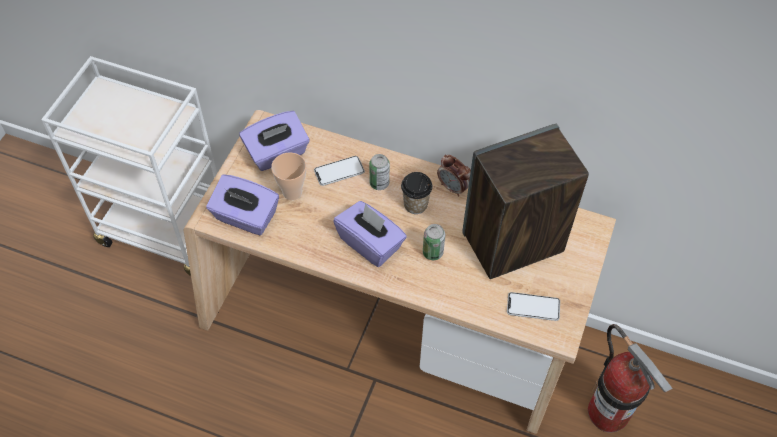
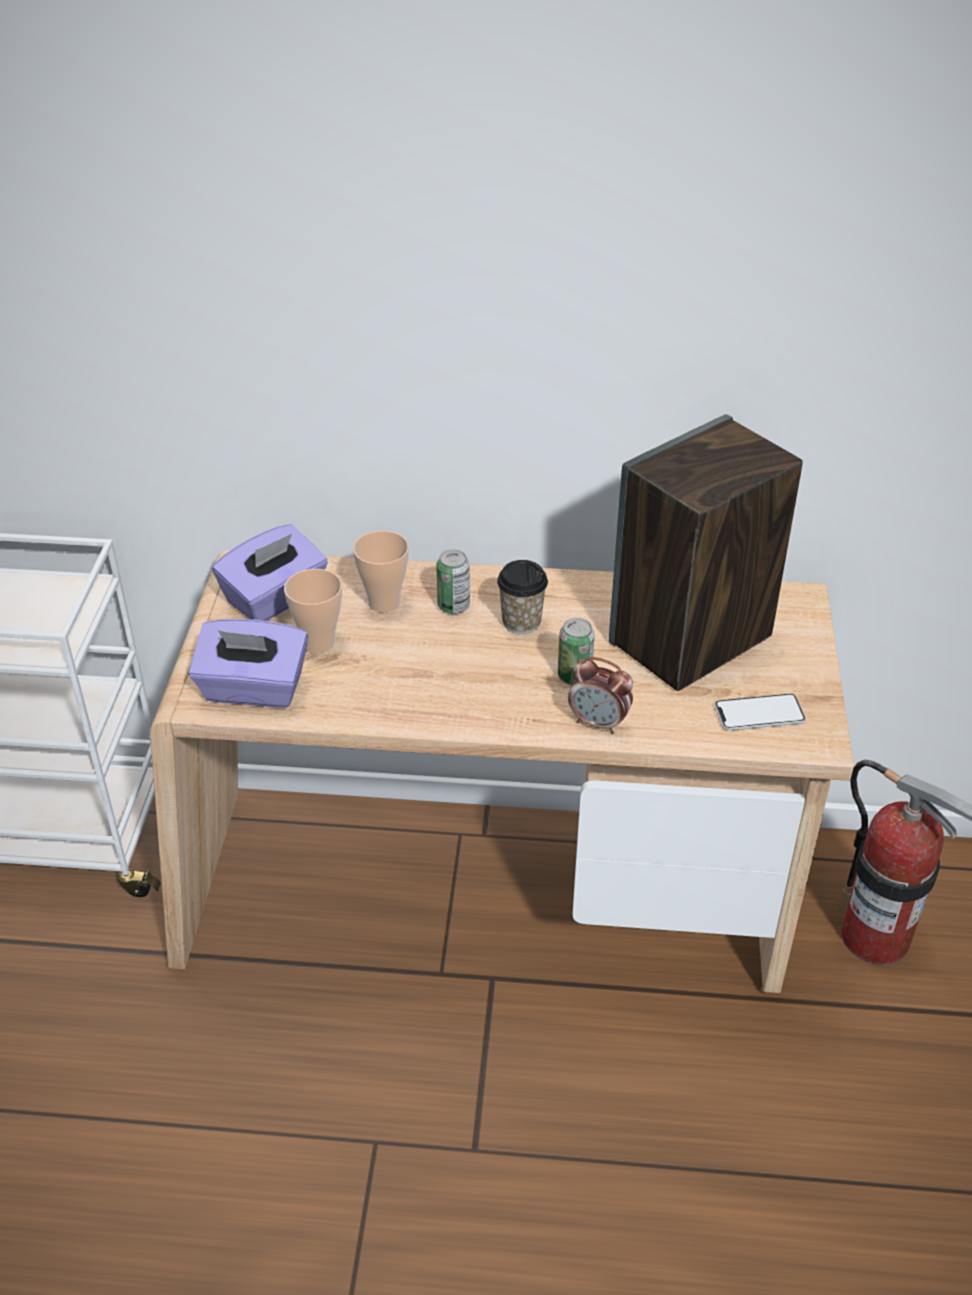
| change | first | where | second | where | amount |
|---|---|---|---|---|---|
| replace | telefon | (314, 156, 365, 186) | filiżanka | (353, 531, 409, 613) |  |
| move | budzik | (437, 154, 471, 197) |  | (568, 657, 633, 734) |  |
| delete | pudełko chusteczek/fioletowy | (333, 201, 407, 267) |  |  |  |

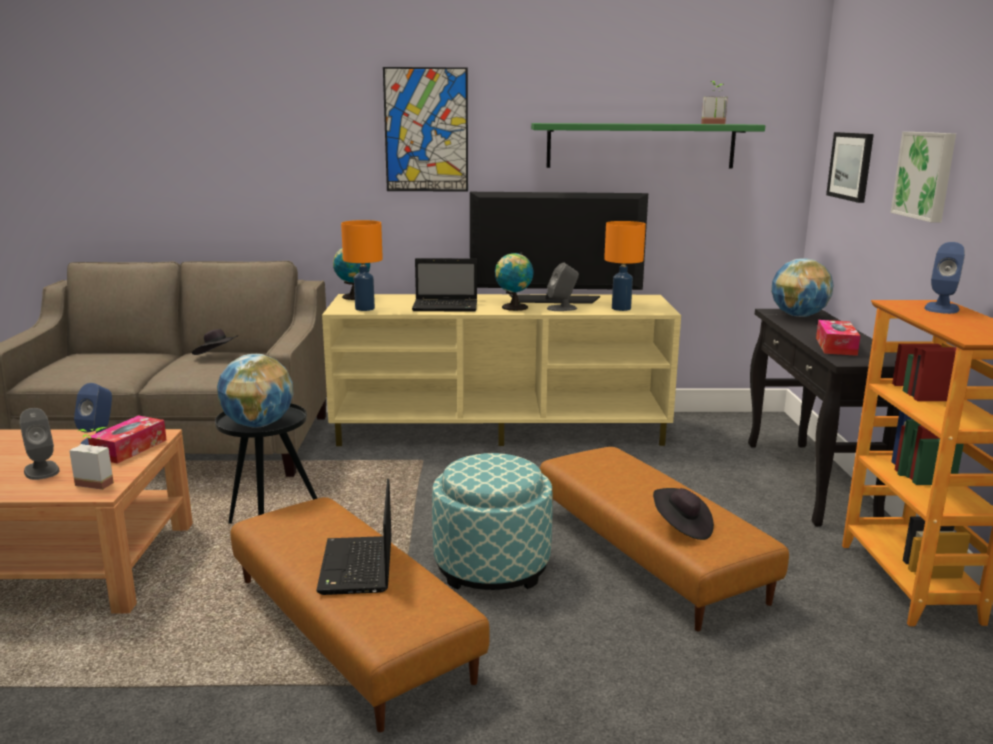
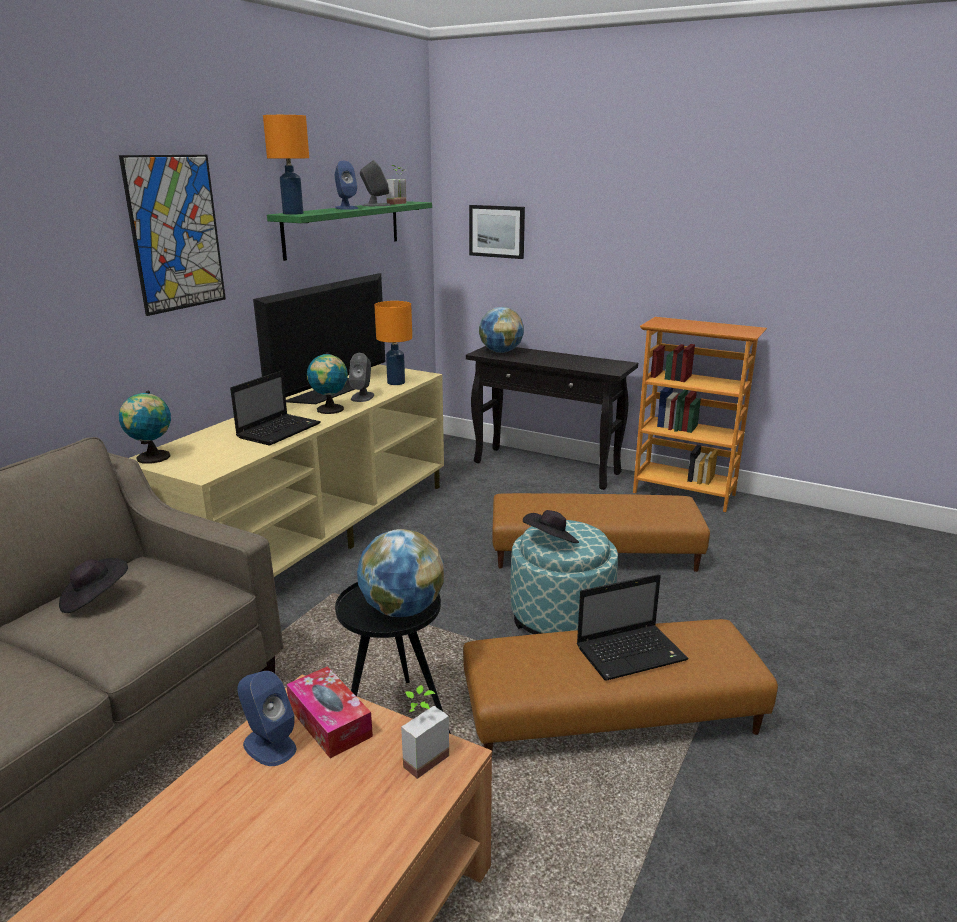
| change | first | where | second | where | amount |
|---|---|---|---|---|---|
| move | lampa stołowa/pomarańczowy | (341, 220, 383, 311) |  | (263, 115, 309, 215) |  |
| move | głośnik/niebieski | (924, 242, 965, 314) |  | (335, 161, 358, 210) |  |
| move | głośnik/szary | (20, 408, 59, 480) |  | (360, 160, 391, 206) |  |
| move | kapelusz/czarny | (653, 488, 714, 540) |  | (523, 510, 579, 543) |  |
| rotate | laptop | (316, 479, 391, 595) |  | (577, 574, 689, 681) | 45 degrees counterclockwise |
| delete | pudełko chusteczek | (816, 320, 860, 356) |  |  |  |
| delete | obraz | (891, 132, 956, 222) |  |  |  |

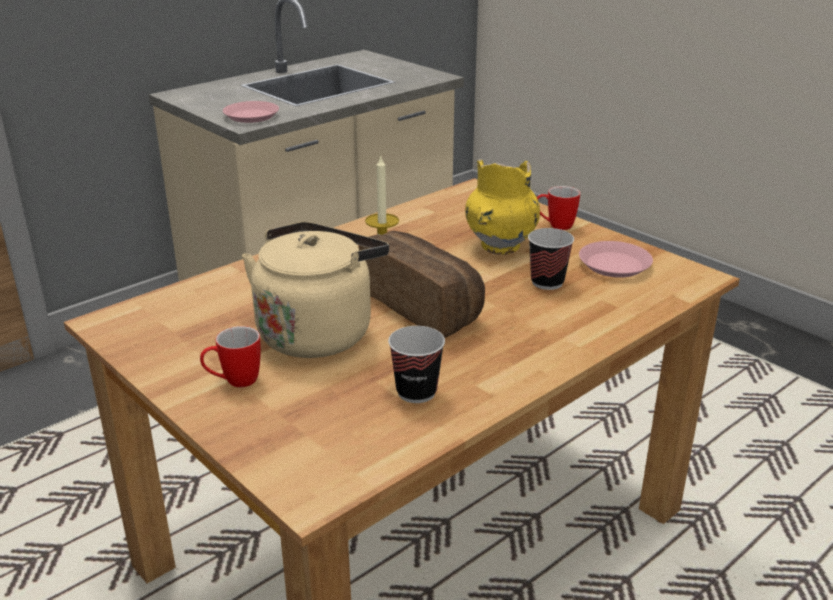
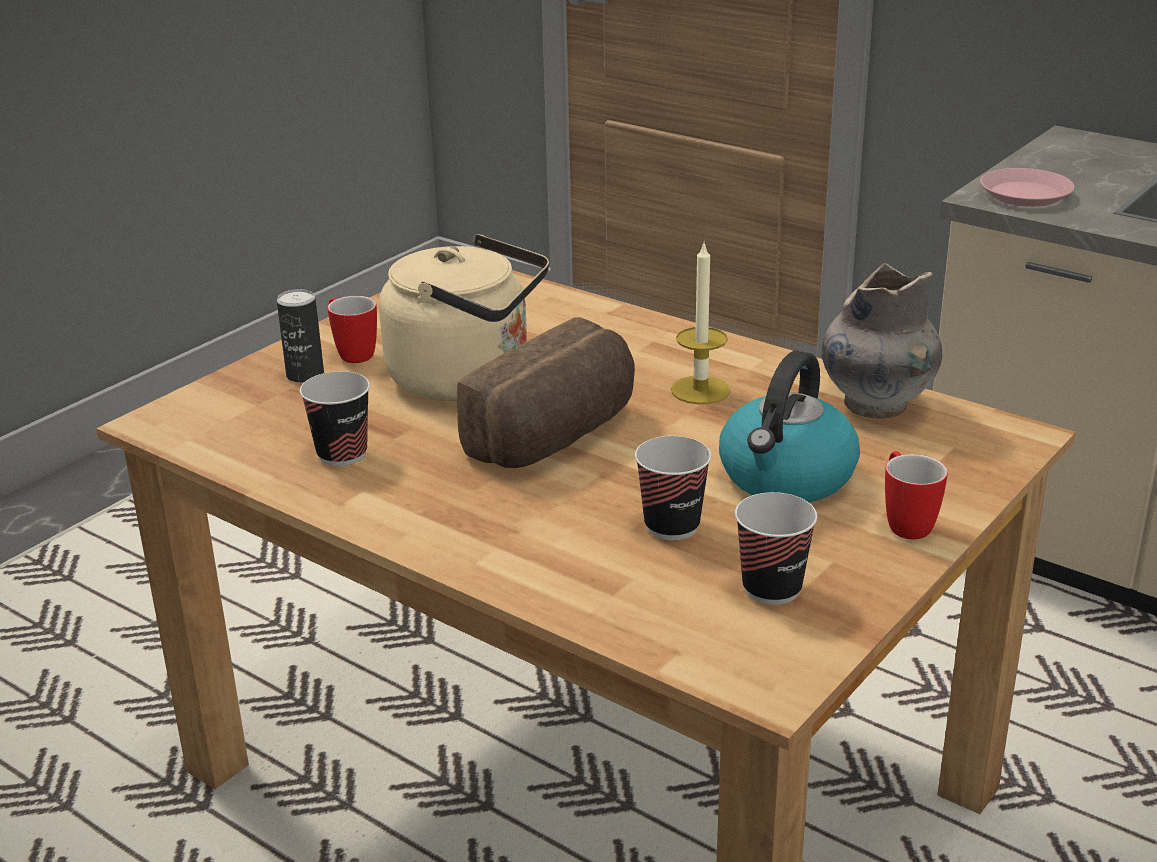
| change | first | where | second | where | amount |
|---|---|---|---|---|---|
| insert |  |  | puszka | (277, 289, 324, 383) |  |
| replace | wazon/żółty | (465, 159, 540, 255) | czajnik | (719, 351, 860, 502) |  |
| replace | talerz/różowy | (579, 241, 653, 278) | filiżanka | (735, 492, 817, 605) |  |
| insert |  |  | wazon/szary | (821, 263, 942, 419) |  |

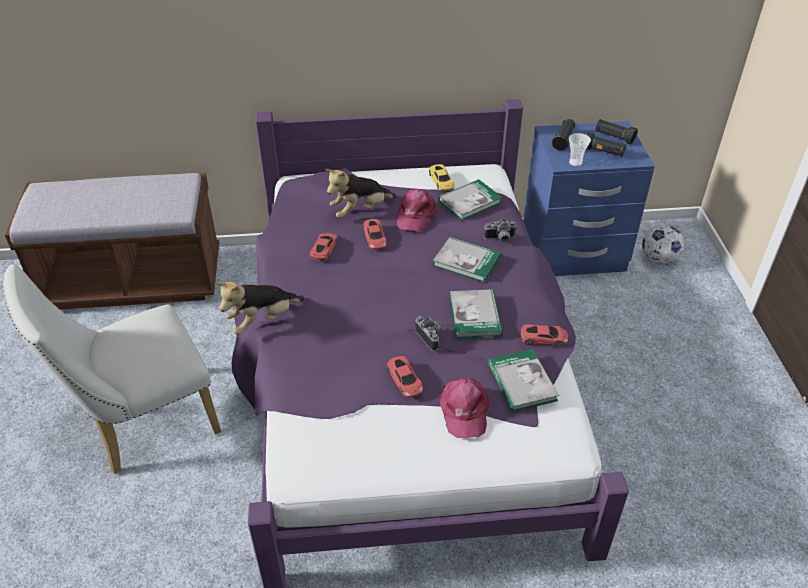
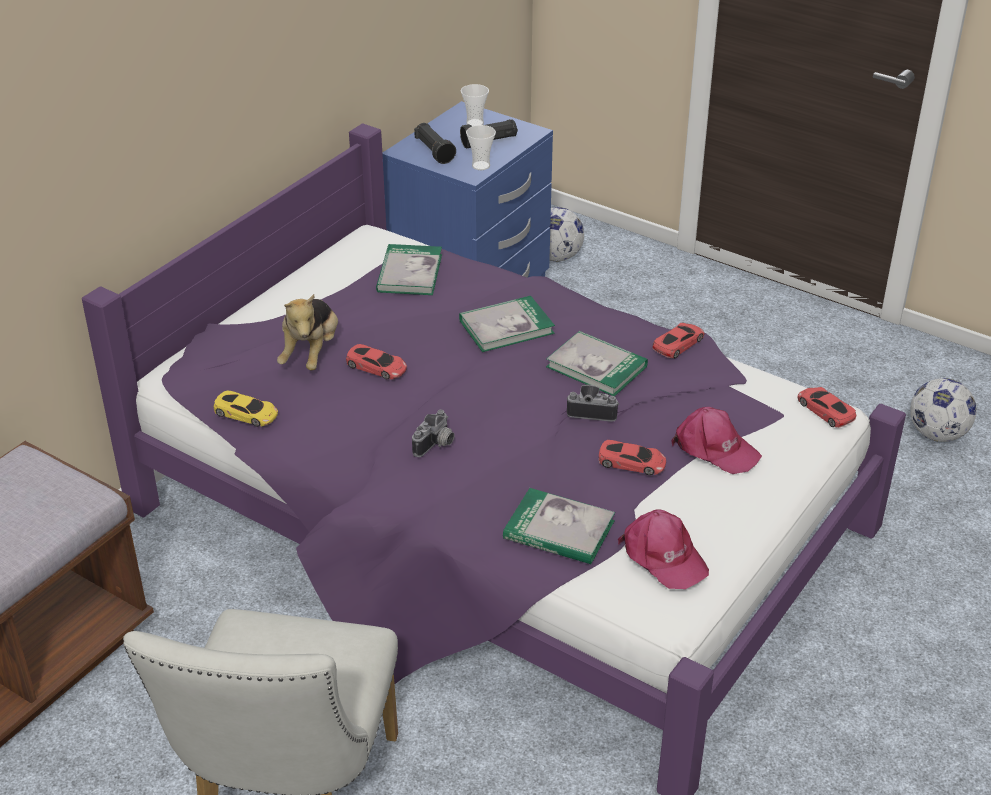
| change | first | where | second | where | amount |
|---|---|---|---|---|---|
| move | samochodzik/żółty | (429, 164, 454, 191) |  | (213, 390, 278, 427) |  |
| move | aparat fotograficzny | (483, 219, 517, 242) |  | (412, 410, 455, 457) |  |
| replace | latarka/czarny | (595, 119, 638, 145) | filiżanka | (461, 84, 489, 126) |  |
| move | książka | (488, 349, 559, 412) |  | (503, 488, 615, 564) |  |
| move | czapka z daszkiem/różowy | (397, 189, 436, 231) |  | (618, 509, 709, 589) |  |
| move | samochodzik/czerwony | (310, 233, 338, 261) |  | (798, 387, 857, 428) |  |
| insert |  |  | piłka futbolowa | (910, 378, 977, 442) |  |
| delete | pluszak | (216, 282, 304, 335) |  |  |  |

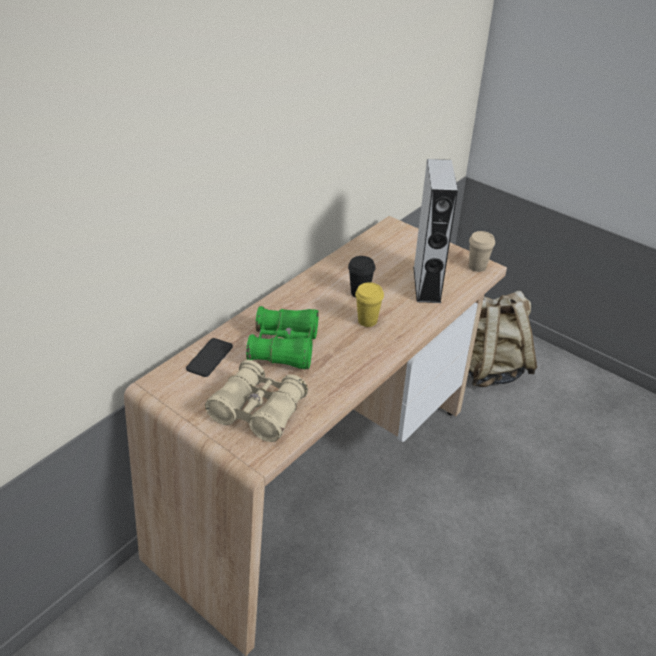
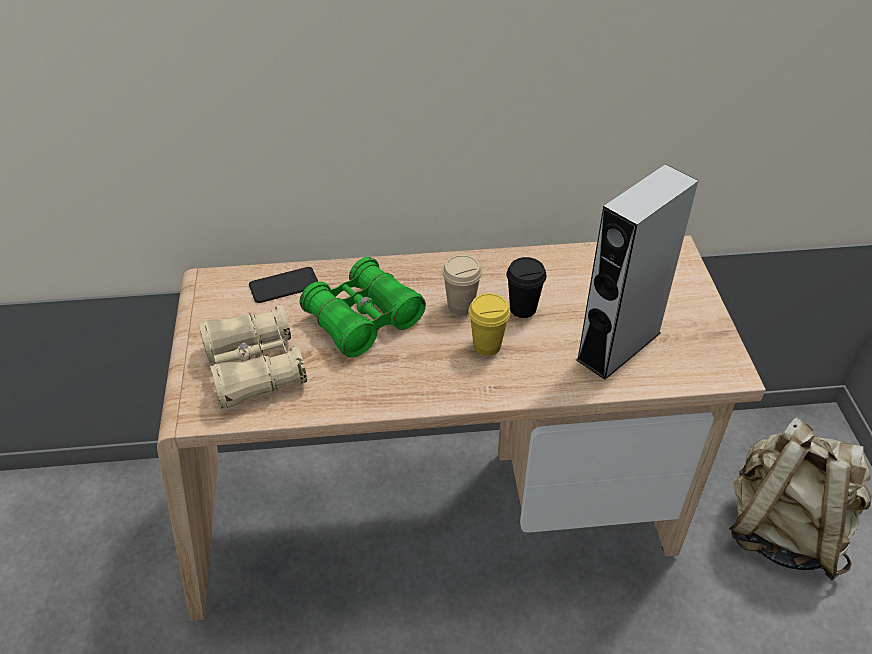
| change | first | where | second | where | amount |
|---|---|---|---|---|---|
| move | filiżanka/beżowy | (469, 231, 495, 272) |  | (442, 255, 482, 315) |  |

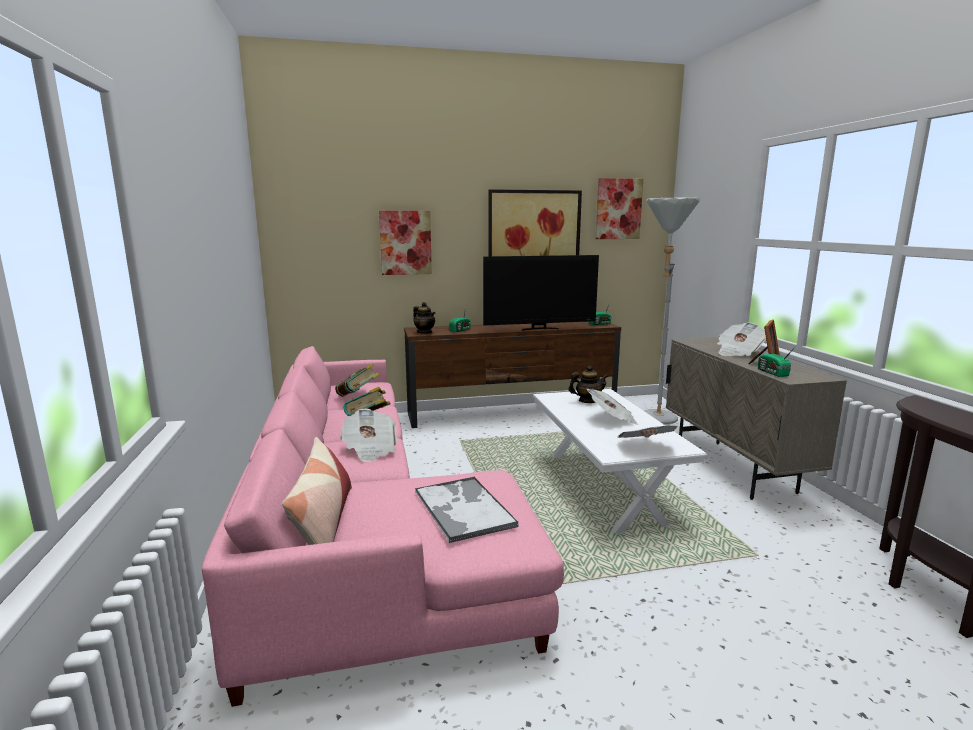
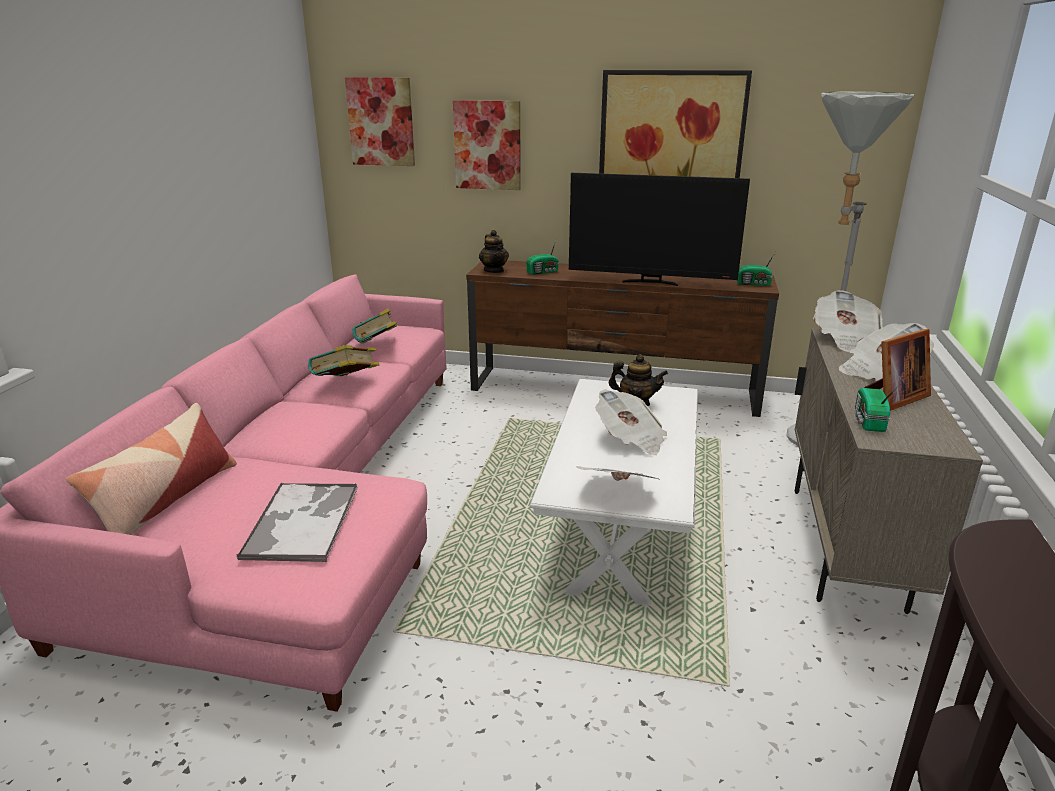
| change | first | where | second | where | amount |
|---|---|---|---|---|---|
| move | obraz | (596, 178, 643, 239) |  | (345, 77, 415, 166) |  |
| move | gazeta | (340, 409, 397, 462) |  | (813, 290, 883, 352) |  |

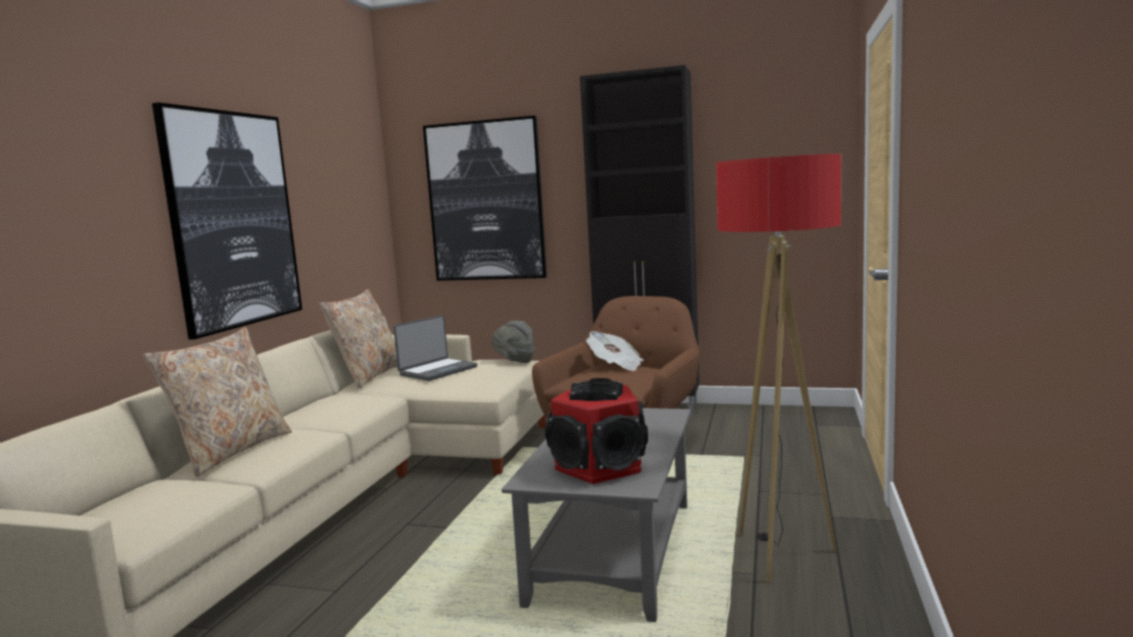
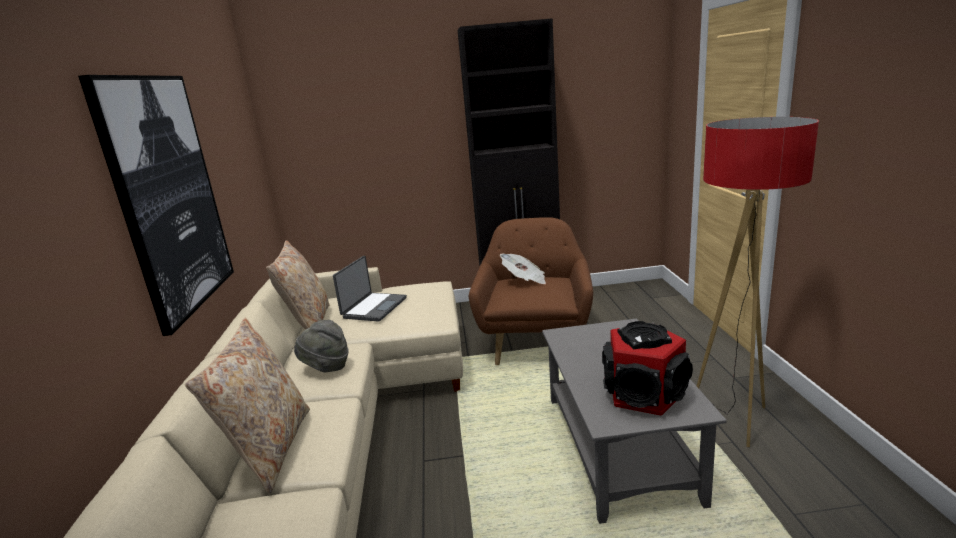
| change | first | where | second | where | amount |
|---|---|---|---|---|---|
| move | kapelusz/szary | (491, 321, 535, 363) |  | (294, 320, 349, 372) |  |
| delete | obraz | (423, 116, 547, 281) |  |  |  |

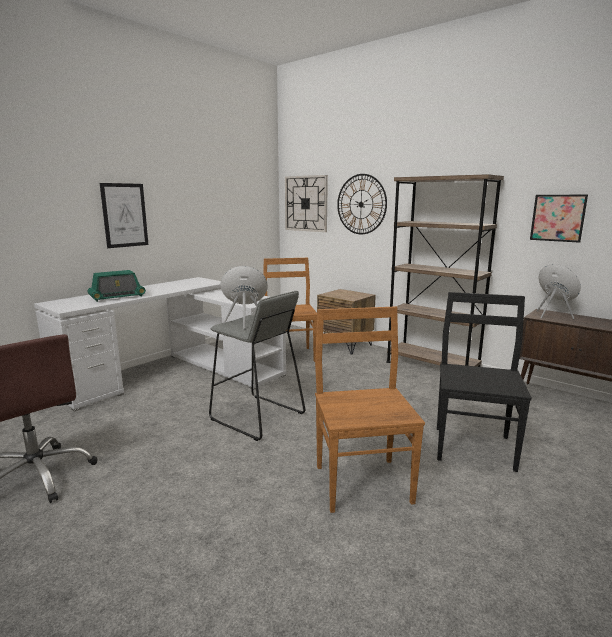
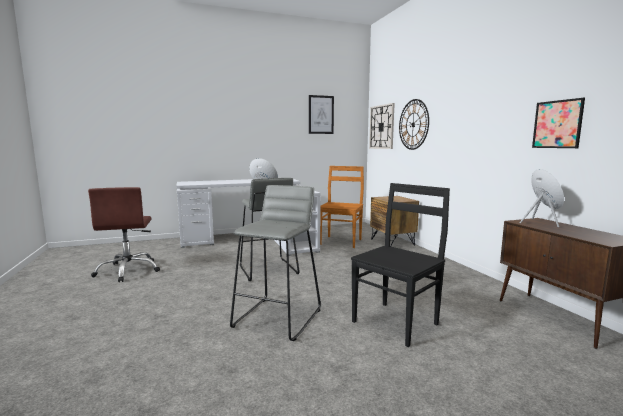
| change | first | where | second | where | amount |
|---|---|---|---|---|---|
| replace | krzesło/brązowy | (315, 306, 425, 513) | stołek/szary | (230, 185, 321, 341) |  |
| move | obraz | (100, 183, 148, 248) |  | (309, 95, 334, 134) |  |
| delete | radio | (88, 270, 146, 302) |  |  |  |
| delete | regał/brązowy | (386, 174, 504, 367) |  |  |  |

